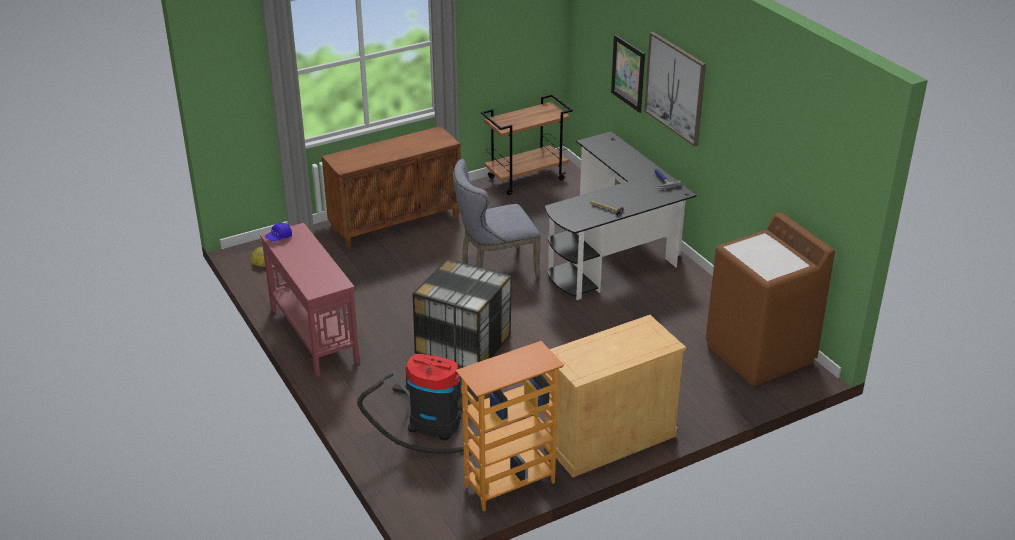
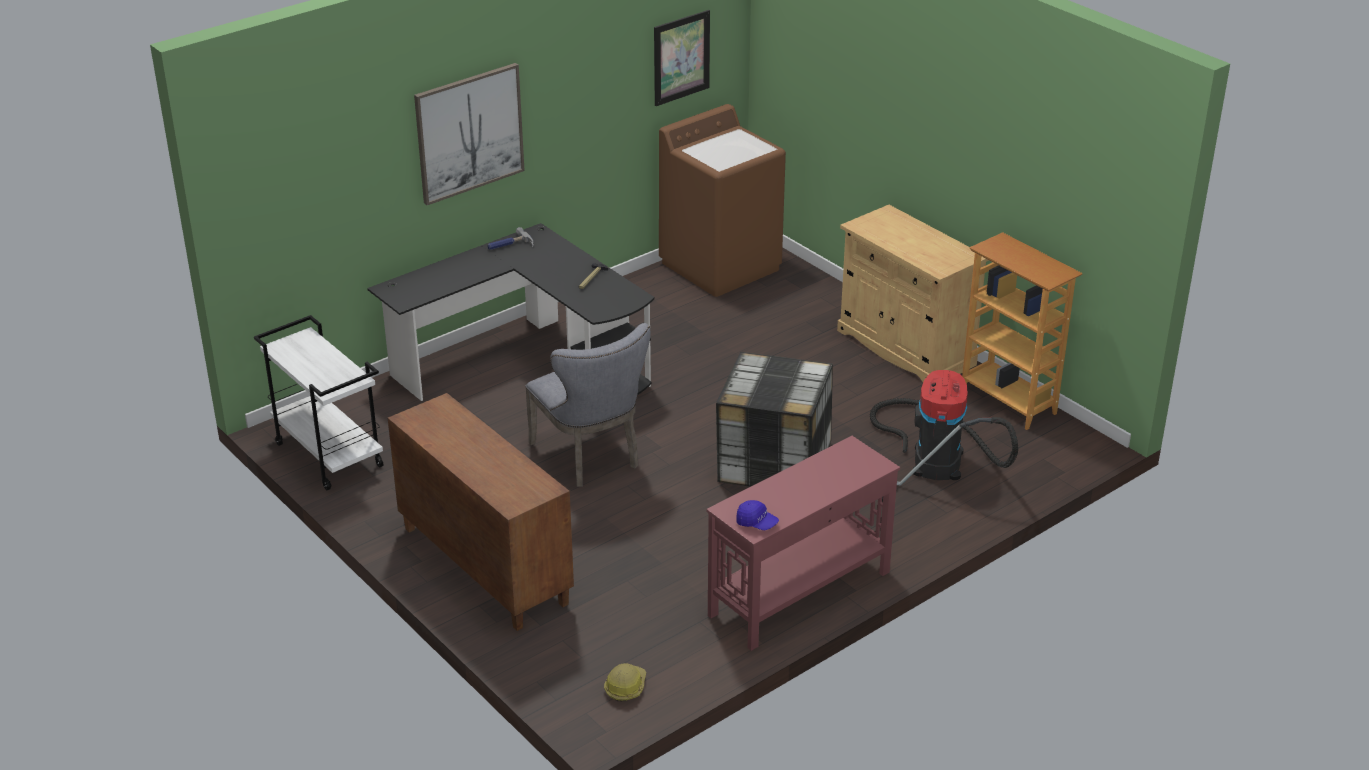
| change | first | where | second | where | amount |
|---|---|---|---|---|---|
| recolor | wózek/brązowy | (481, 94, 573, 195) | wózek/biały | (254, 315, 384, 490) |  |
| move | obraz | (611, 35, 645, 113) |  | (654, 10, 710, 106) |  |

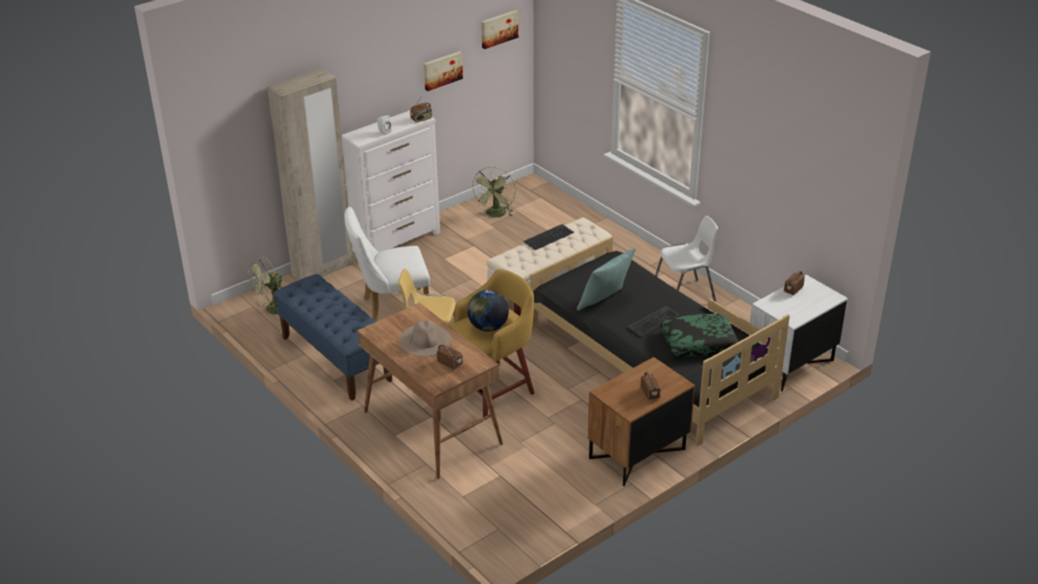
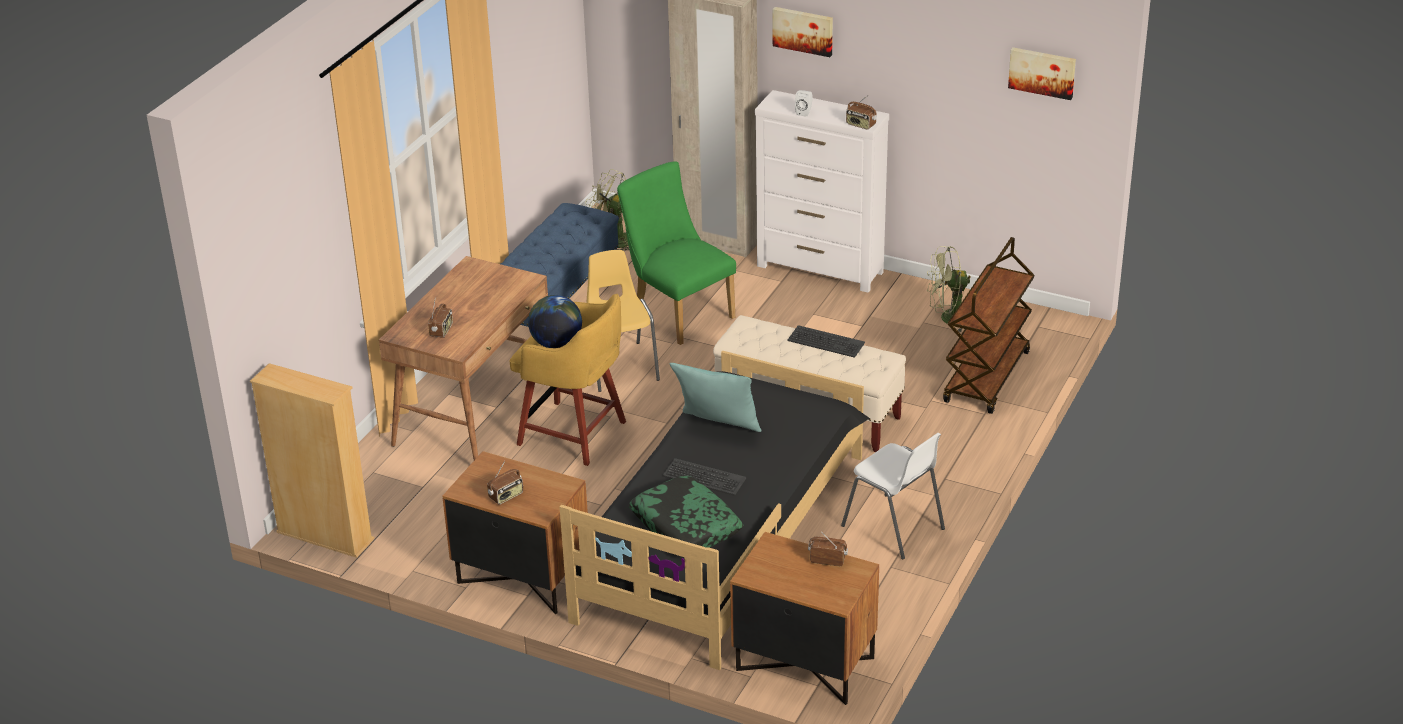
| change | first | where | second | where | amount |
|---|---|---|---|---|---|
| insert |  |  | regał/beżowy | (250, 363, 374, 558) |  |
| recolor | krzesło/biały | (345, 207, 430, 322) | krzesło/zielony | (617, 162, 736, 345) |  |
| recolor | szafka nocna/biały | (748, 275, 848, 392) | szafka nocna/brązowy | (730, 532, 879, 705) |  |
| move | obraz | (424, 51, 463, 91) |  | (772, 7, 833, 57) |  |
| insert |  |  | wózek/brązowy | (943, 237, 1035, 414) |  |
| delete | kapelusz/beżowy | (399, 320, 452, 357) |  |  |  |

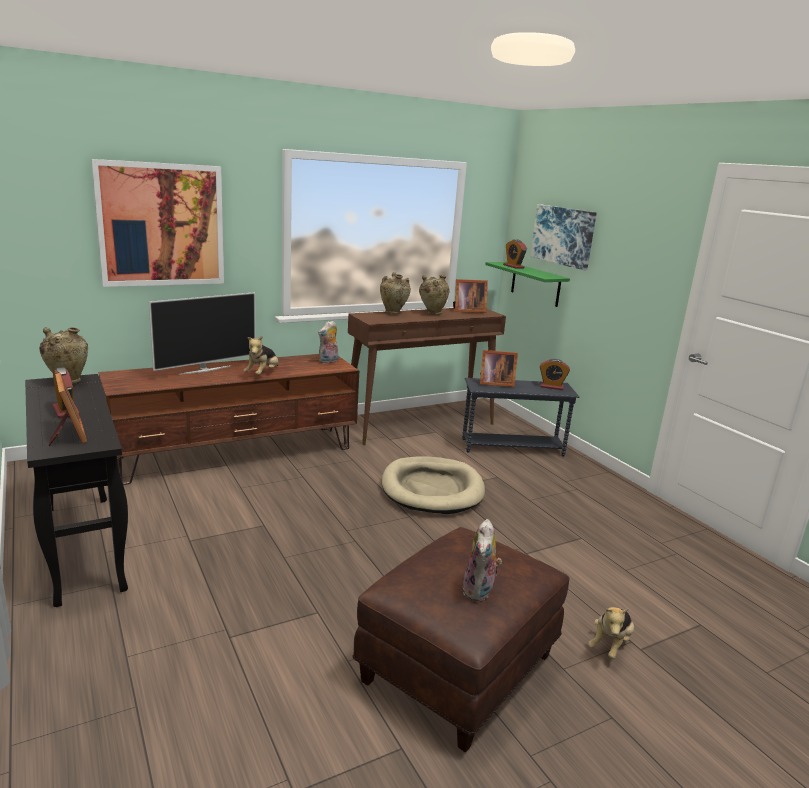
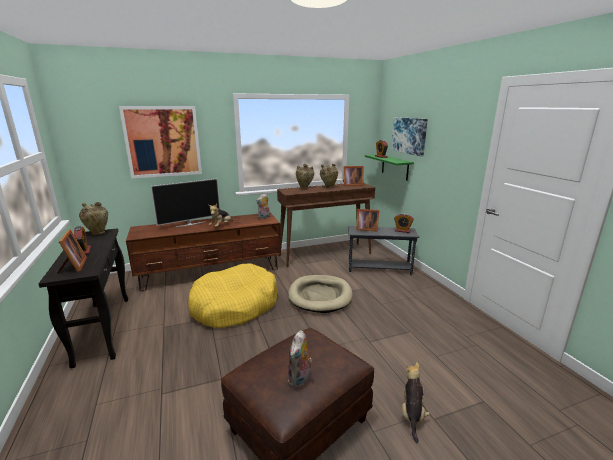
| change | first | where | second | where | amount |
|---|---|---|---|---|---|
| insert |  |  | legowisko/żółty | (188, 263, 278, 328) |  |
| rotate | pluszak | (588, 607, 634, 659) |  | (402, 362, 430, 443) | 150 degrees clockwise |

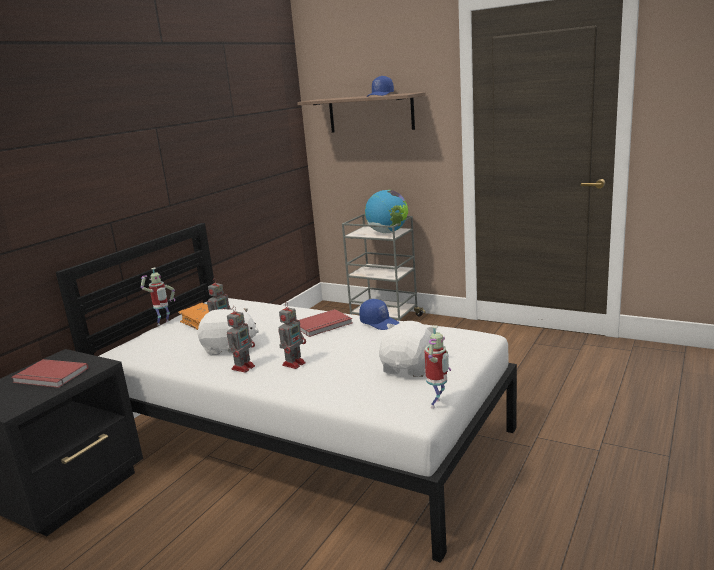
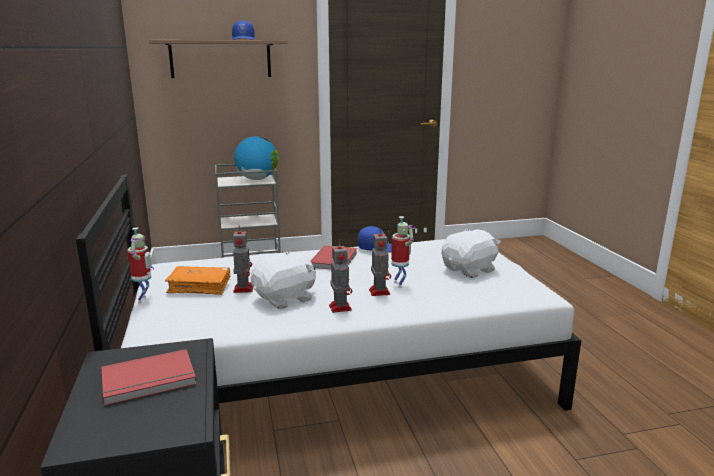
| change | first | where | second | where | amount |
|---|---|---|---|---|---|
| move | robot zabawkowy | (425, 325, 451, 409) |  | (391, 216, 415, 288) |  |
| rotate | pluszak/biały | (379, 321, 437, 377) |  | (442, 229, 501, 278) | 75 degrees clockwise |

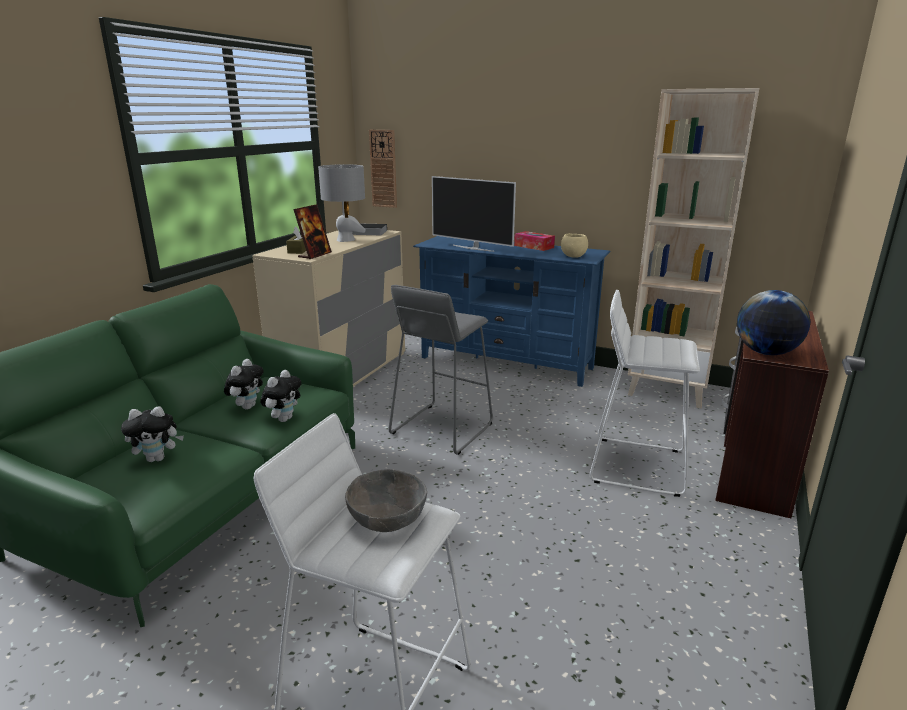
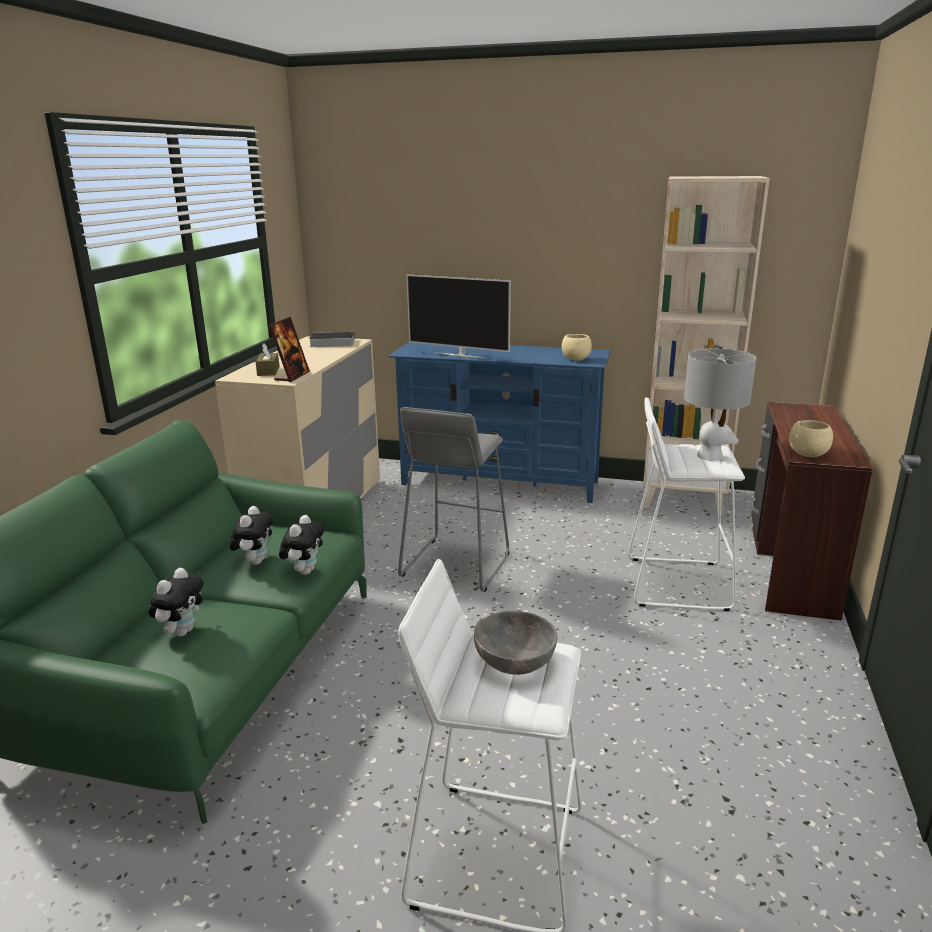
| change | first | where | second | where | amount |
|---|---|---|---|---|---|
| rotate | pluszak | (121, 406, 184, 462) |  | (148, 568, 204, 637) | 45 degrees counterclockwise |
| move | lampa stołowa/szary | (318, 164, 366, 242) |  | (684, 348, 756, 461) |  |
| replace | globus | (737, 290, 810, 355) | miska/beżowy | (789, 420, 833, 458) |  |
| delete | zegar ścienny | (369, 130, 397, 208) |  |  |  |
| delete | pudełko chusteczek | (514, 231, 555, 251) |  |  |  |

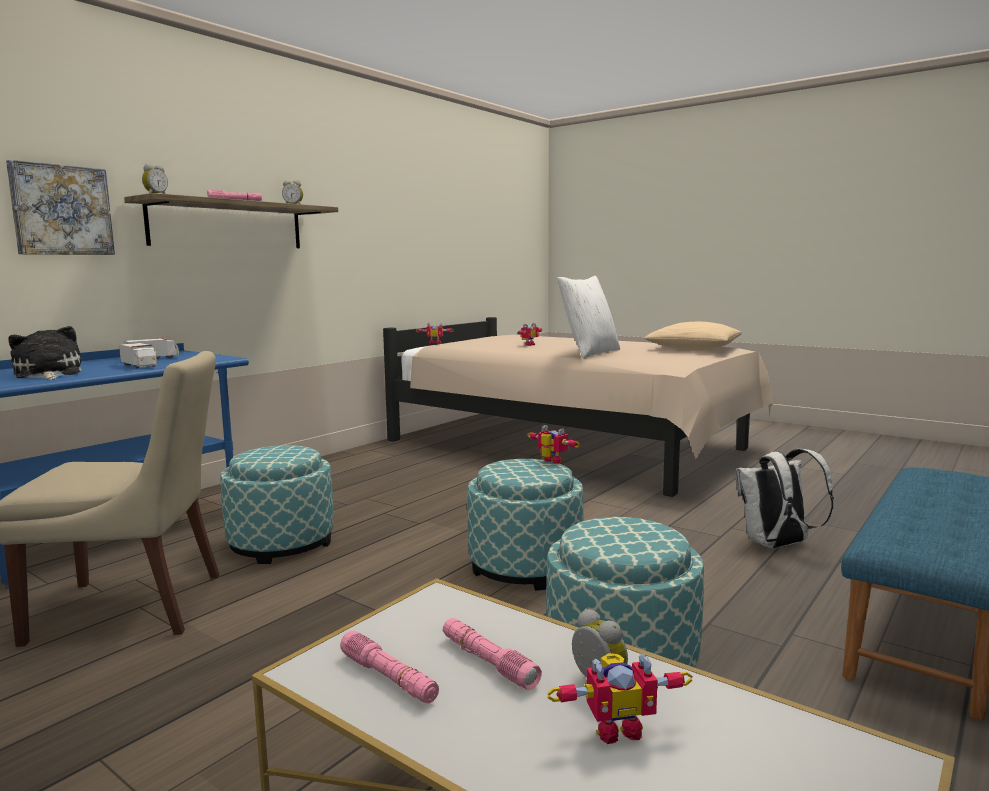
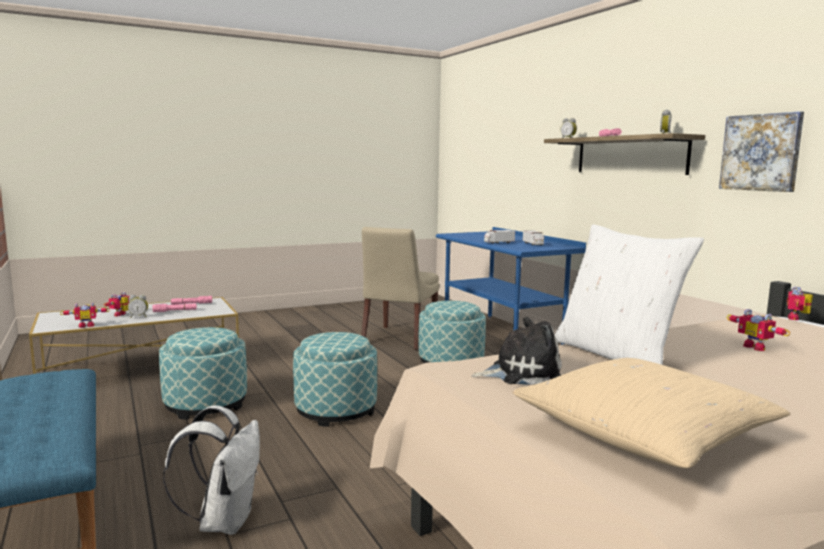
| change | first | where | second | where | amount |
|---|---|---|---|---|---|
| move | robot zabawkowy | (528, 425, 580, 464) |  | (60, 302, 110, 328) |  |
| move | pluszak | (9, 326, 82, 380) |  | (471, 317, 562, 385) |  |
| move | obraz | (6, 160, 115, 255) |  | (719, 111, 804, 192) |  |

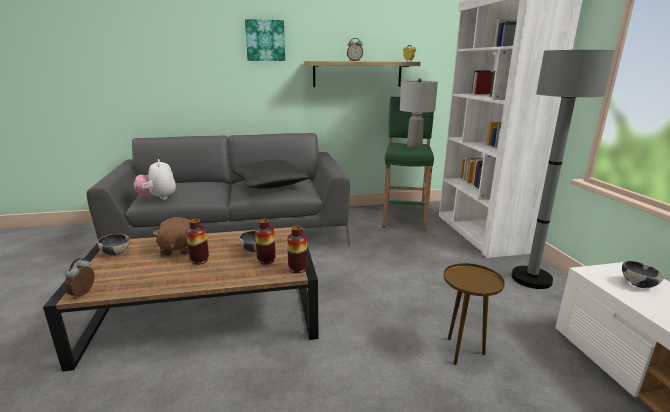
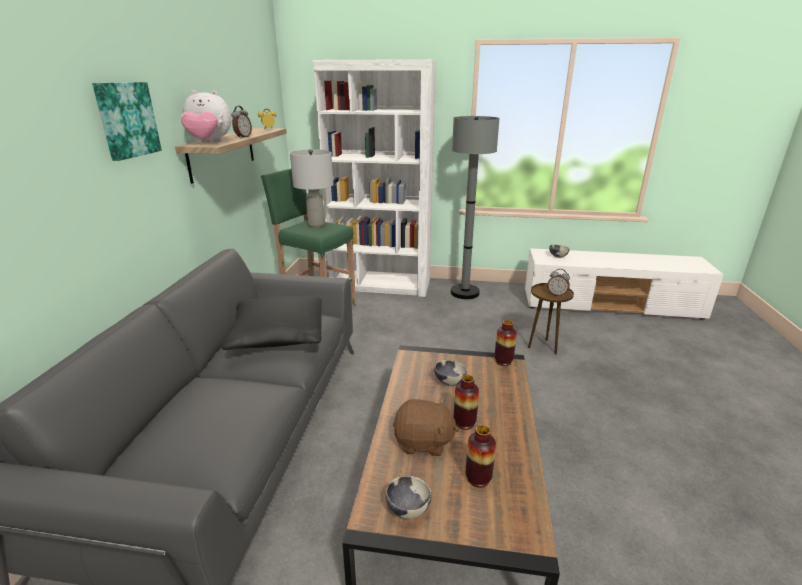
| change | first | where | second | where | amount |
|---|---|---|---|---|---|
| move | pluszak | (134, 159, 176, 200) |  | (181, 90, 231, 143) |  |
| move | wazon | (255, 219, 276, 265) |  | (466, 425, 496, 488) |  |
| move | budzik | (65, 258, 94, 299) |  | (547, 269, 570, 297) |  |

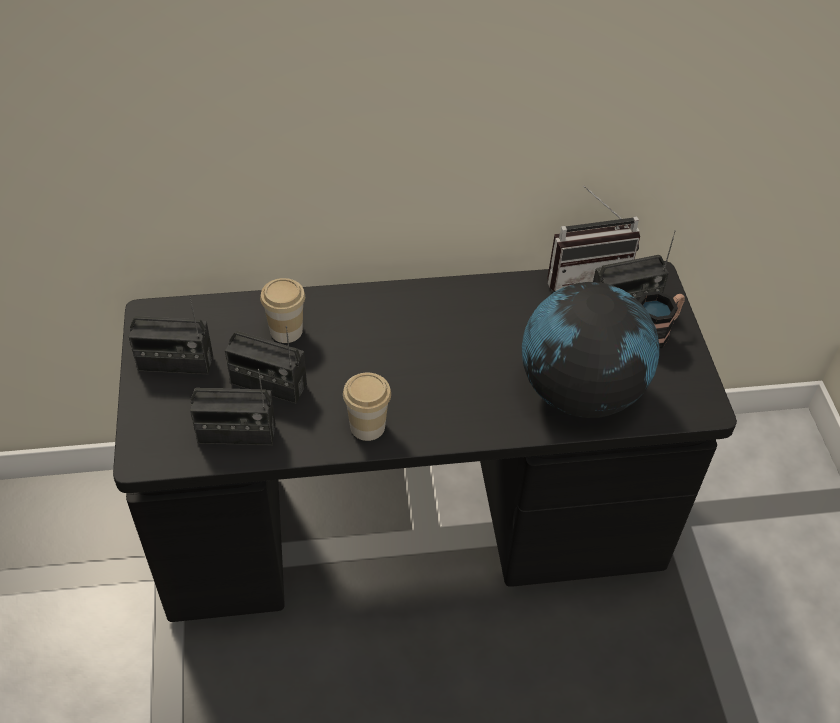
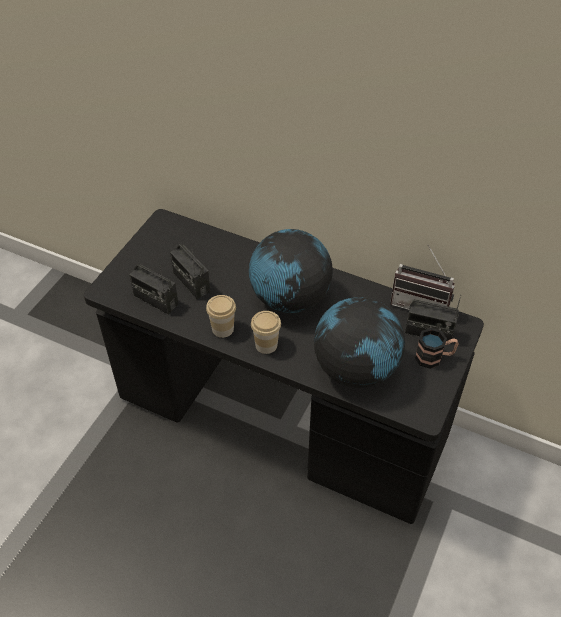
| change | first | where | second | where | amount |
|---|---|---|---|---|---|
| insert |  |  | globus | (249, 229, 333, 313) |  |
| move | filiżanka | (260, 278, 305, 343) |  | (251, 311, 281, 354) |  |
| delete | radio | (128, 297, 213, 375) |  |  |  |

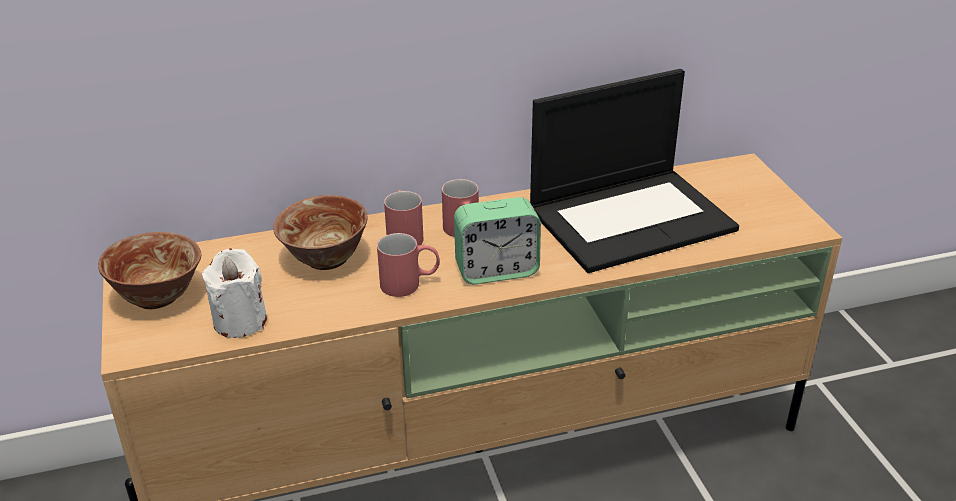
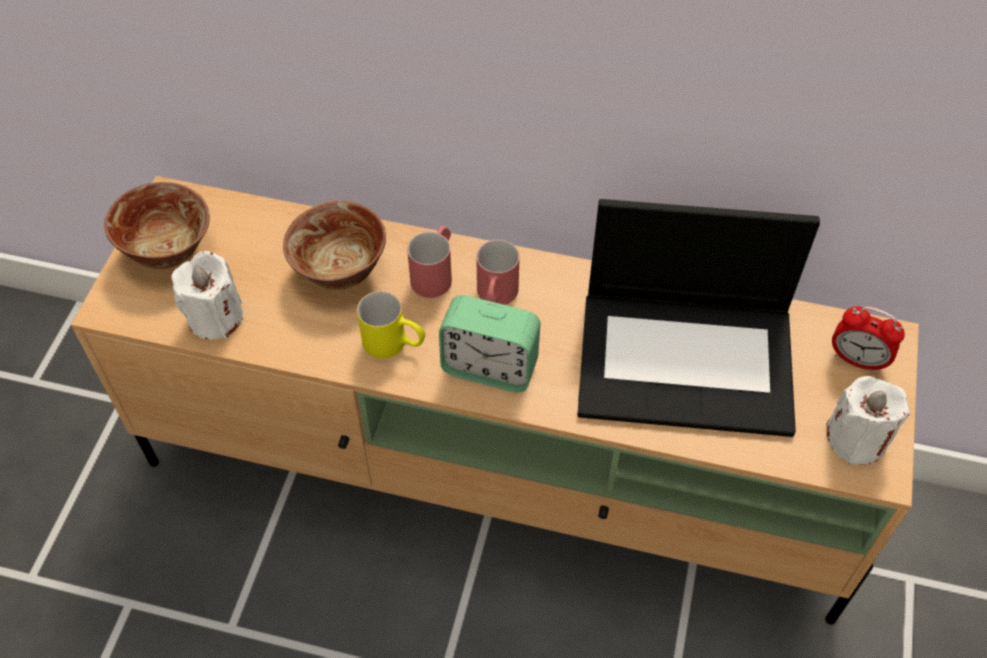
| change | first | where | second | where | amount |
|---|---|---|---|---|---|
| recolor | kubek/czerwony | (377, 233, 440, 297) | kubek/żółty | (357, 291, 425, 359) |  |
| insert |  |  | świeca/biały | (826, 376, 910, 465) |  |
| insert |  |  | budzik | (832, 306, 905, 373) |  |

